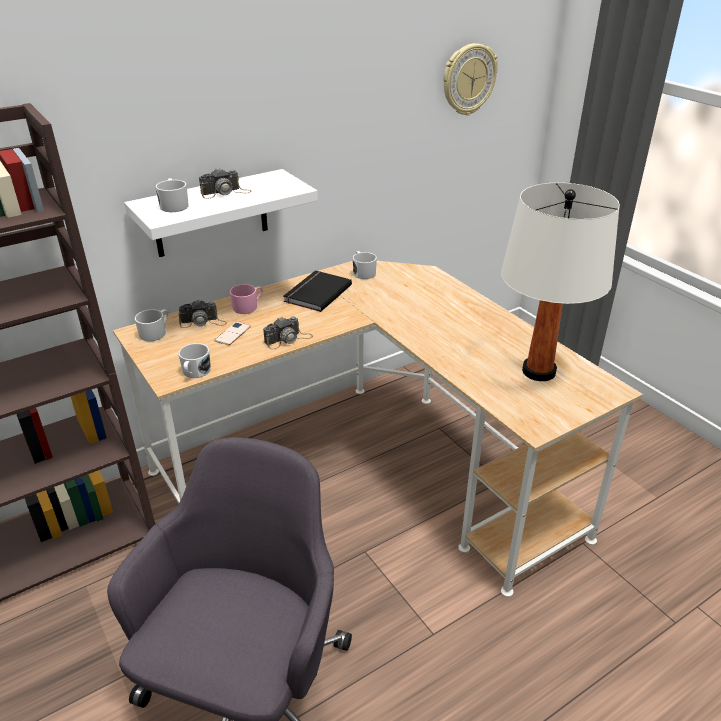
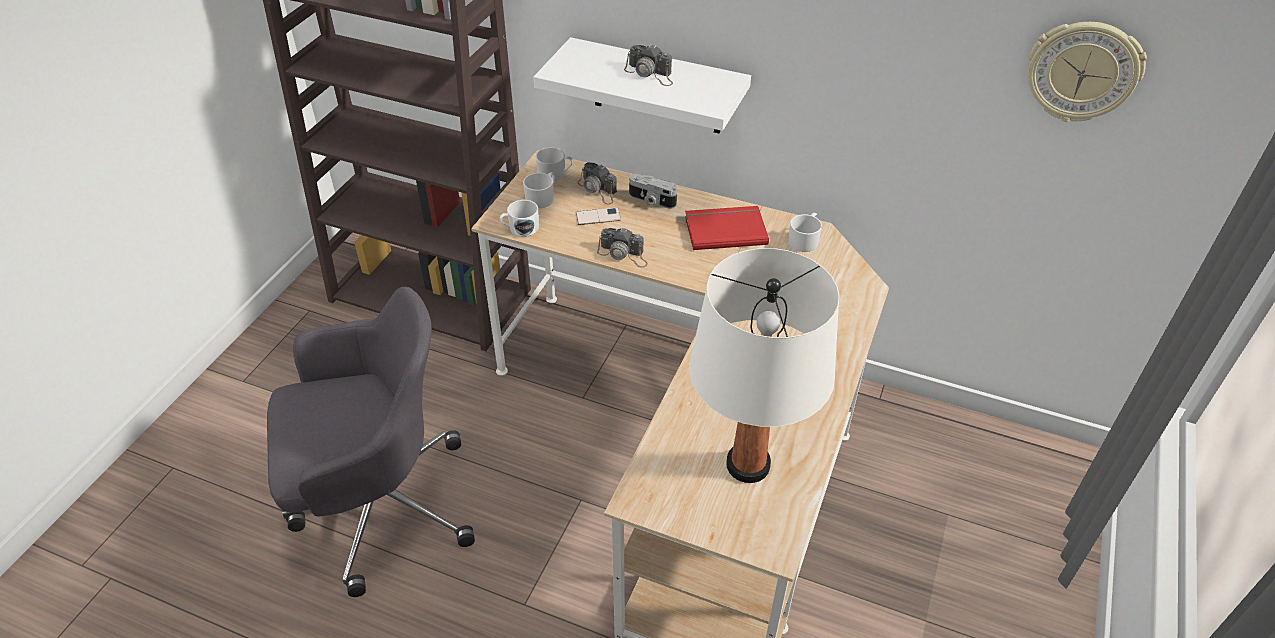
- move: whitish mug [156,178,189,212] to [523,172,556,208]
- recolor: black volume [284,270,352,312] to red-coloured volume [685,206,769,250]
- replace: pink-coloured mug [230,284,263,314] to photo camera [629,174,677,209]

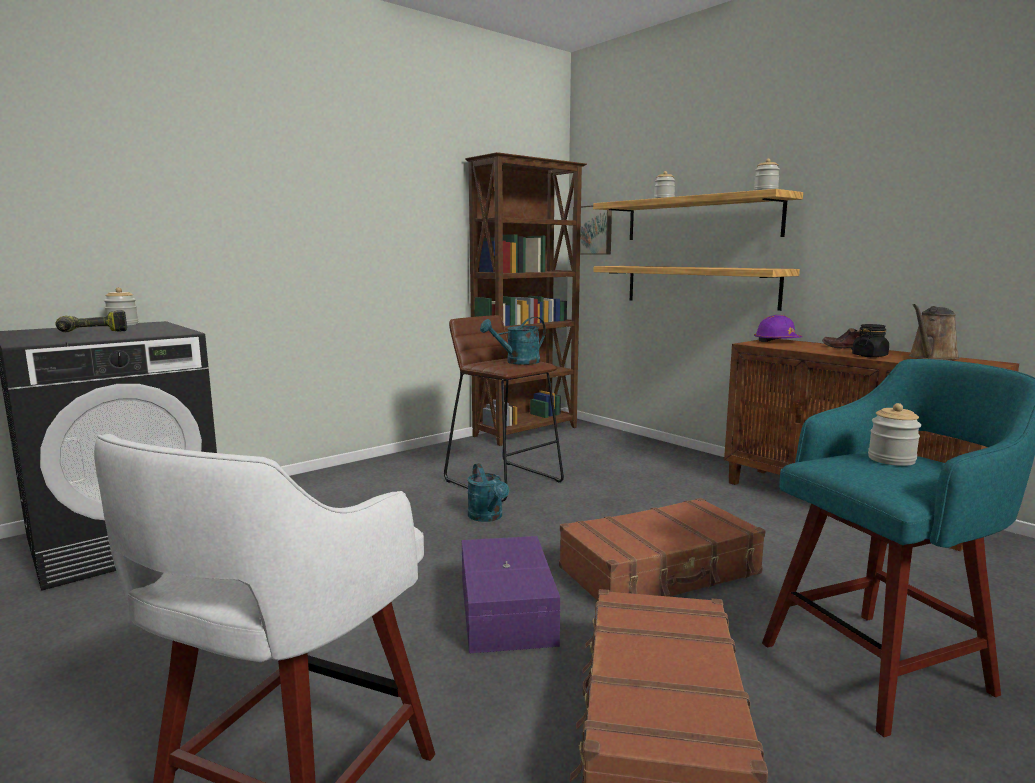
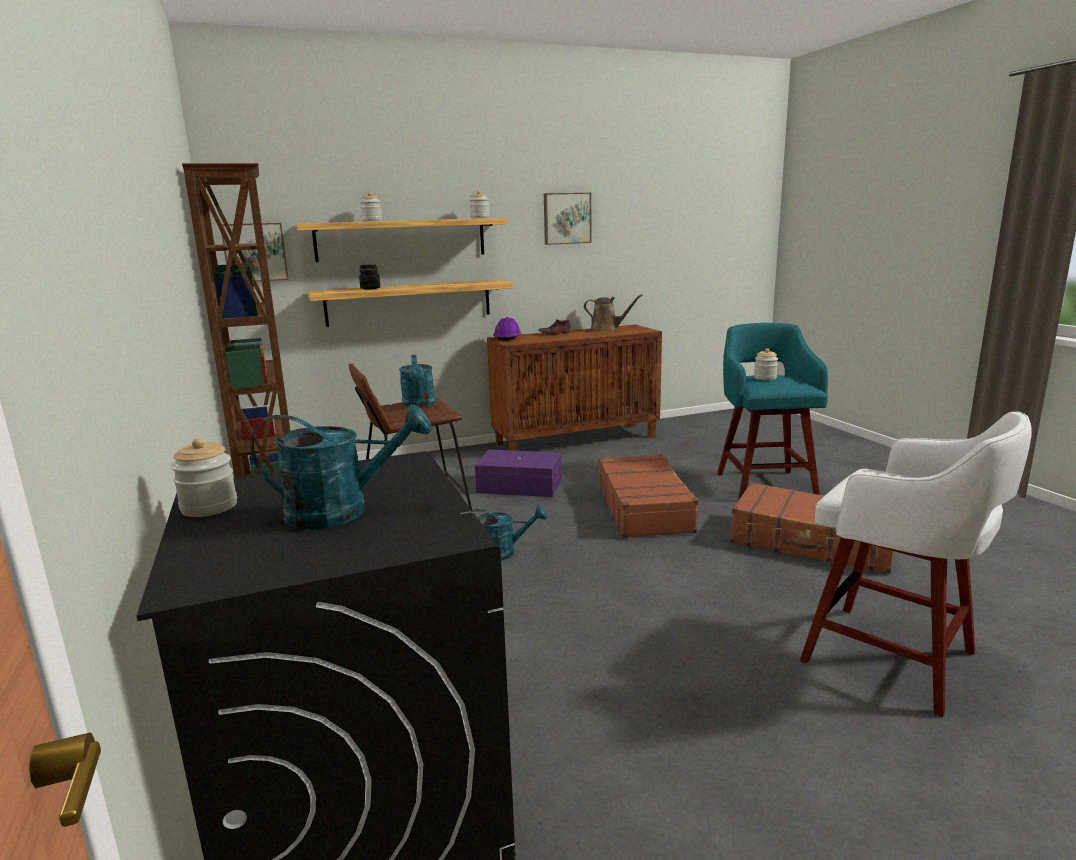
- rotate: brown-coloured watering pot [909,304,960,360] = [584,294,643,332] 45 degrees counterclockwise
- replace: power drill [55,310,127,332] to blue-green watering pot [250,404,432,529]
- move: black preserve jar [852,324,889,358] to [359,265,380,290]
- move: purple storage bin [462,536,560,653] to [475,450,562,497]
- insert: wall picture [544,193,592,245]

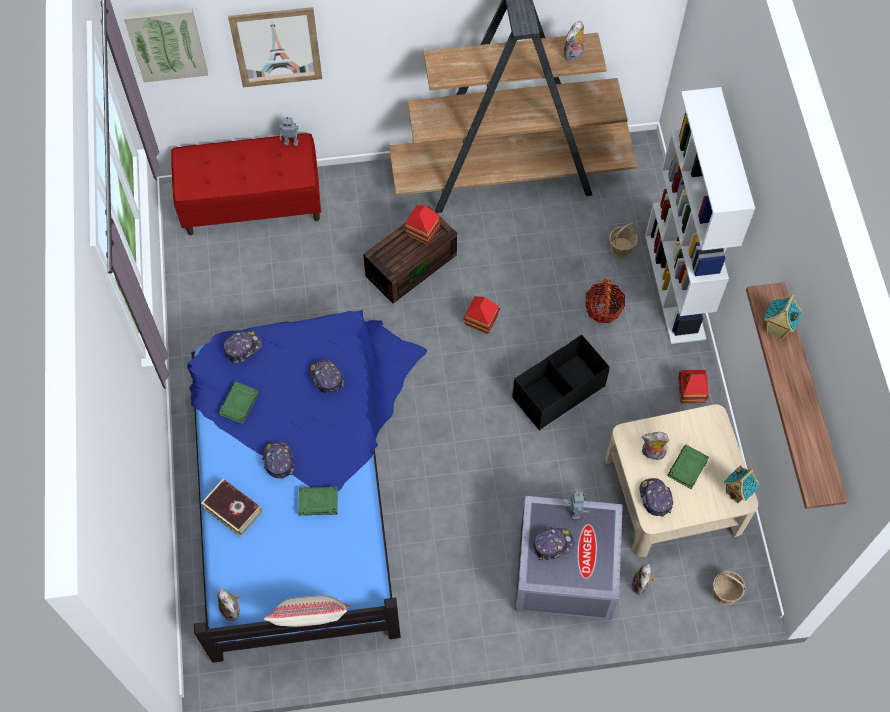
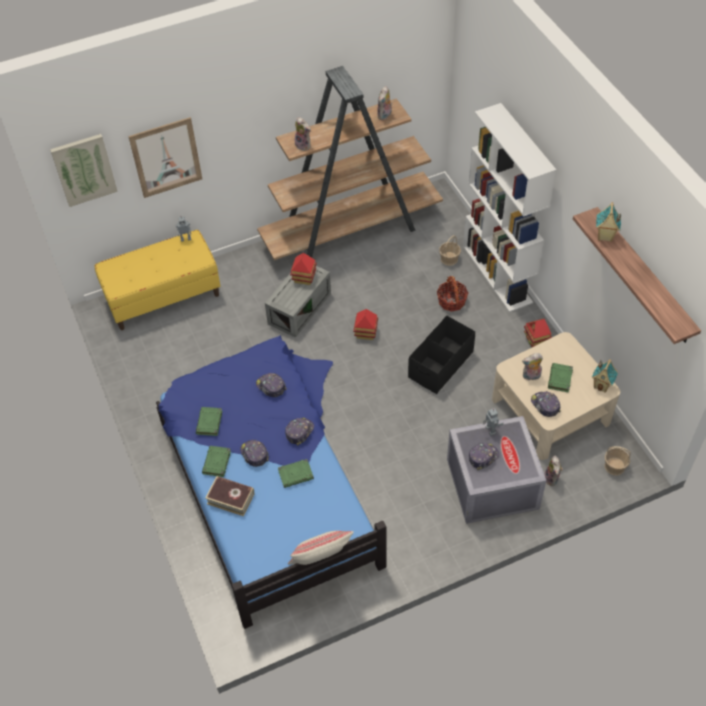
- recolor: red-coloured bench [171,133,321,235] to yellowish bench [94,230,220,330]
- recolor: brown-coloured storage bin [363,206,457,304] to greyish storage bin [265,266,331,337]
- move: peaked cap [224,331,262,364] to [285,417,314,446]
- move: cuddly toy [217,589,240,621] to [295,117,311,151]
- insert: greenish volume [202,446,231,477]

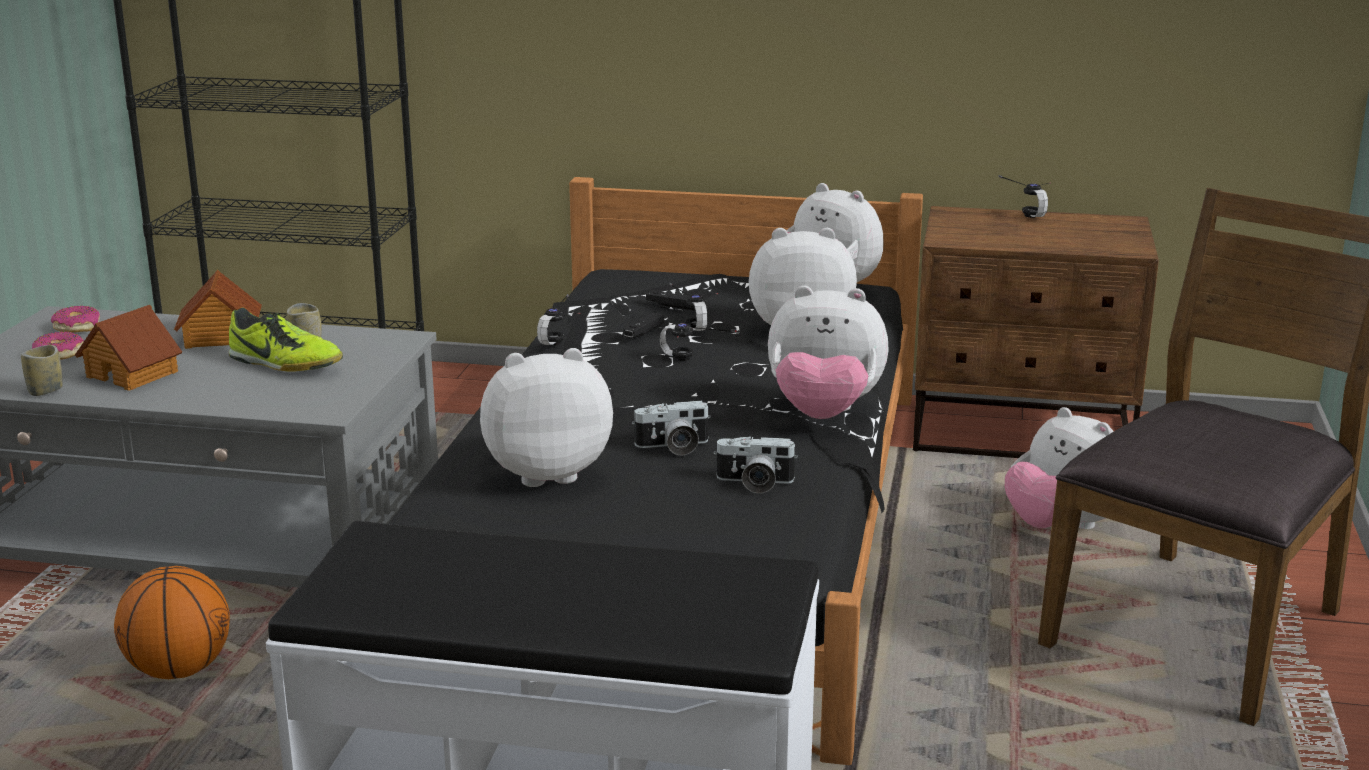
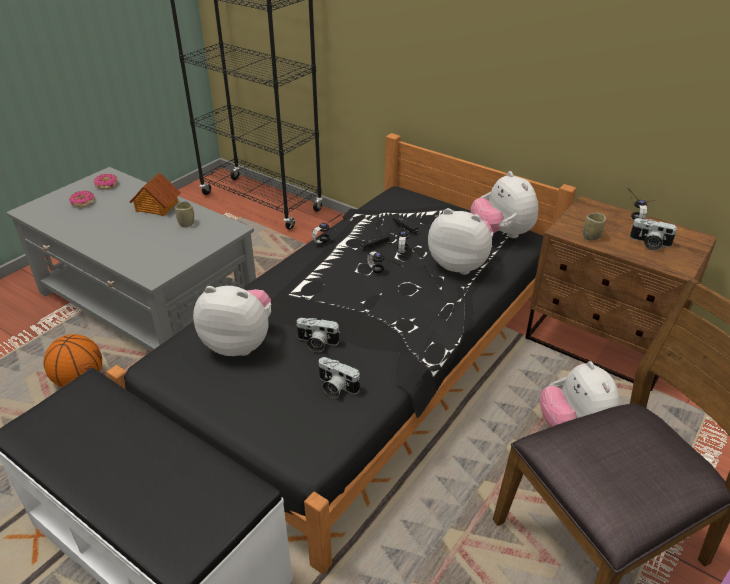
- delete: cuddly toy [768,285,889,419]
- delete: toy house [75,305,182,391]
- delete: shoe [229,308,343,371]
- move: drinking cup [21,345,63,396] to [583,213,606,240]
- insert: photo camera [630,218,677,251]

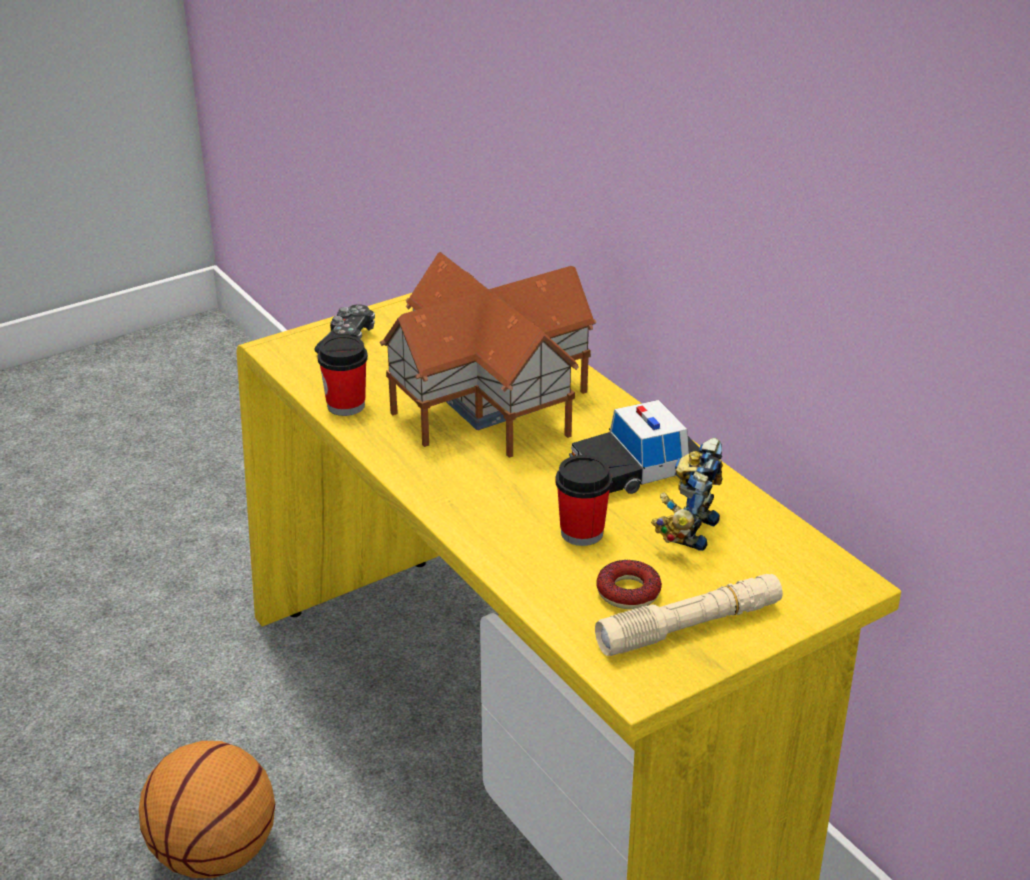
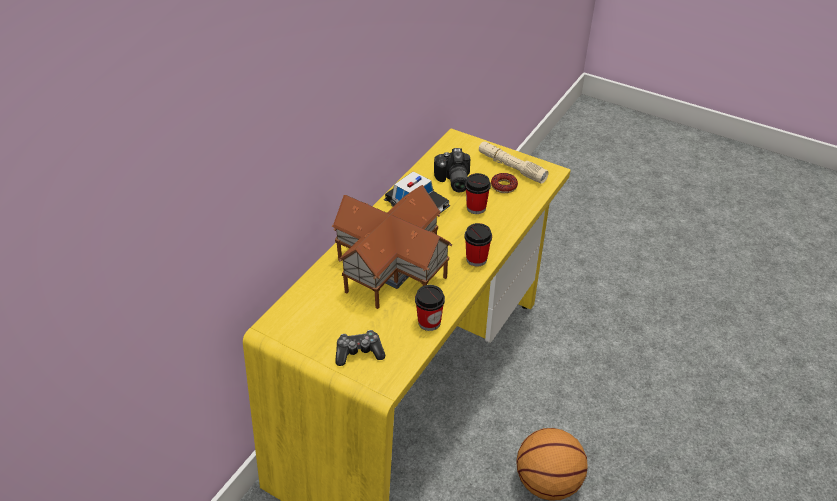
- replace: model robot [651,438,723,551] to photo camera [434,148,470,192]
- insert: drinking cup [465,223,492,267]

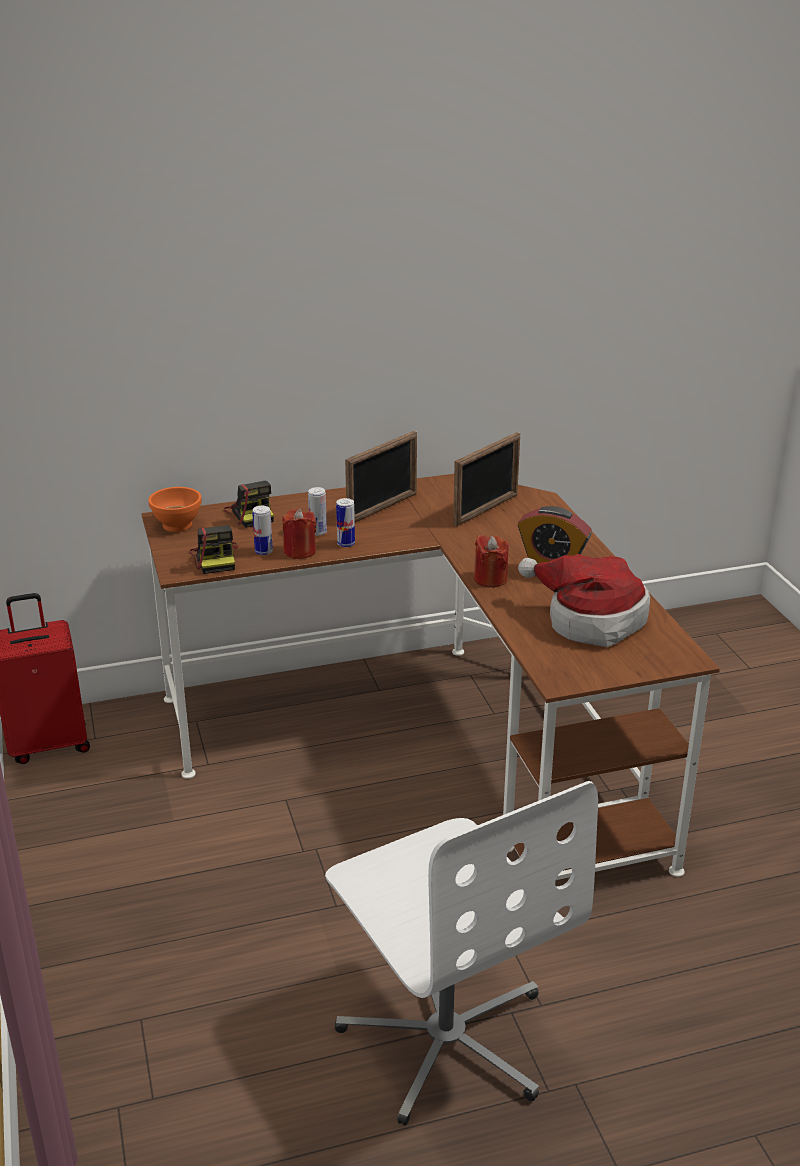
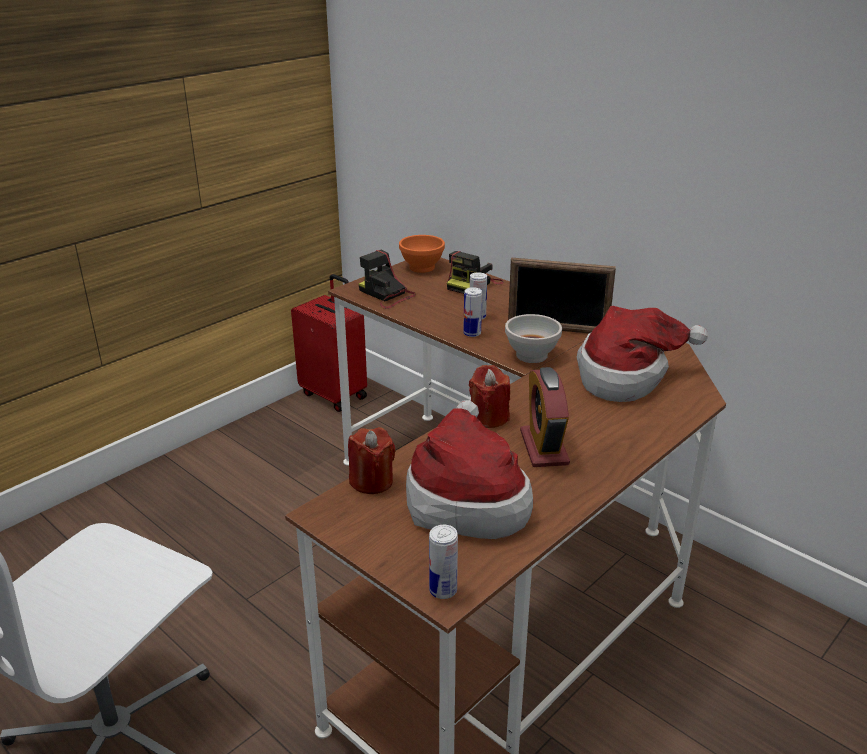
- replace: photo frame [453,432,520,527] to wearable hat [577,306,708,402]
- move: sealed can [252,506,273,555] to [429,525,458,599]
- move: red-coloured wax light [282,509,316,559] to [348,427,395,494]
- rotate: photo camera [190,525,238,574] = [358,250,416,309] 90 degrees clockwise
- insert: whitish bowl [505,314,562,363]

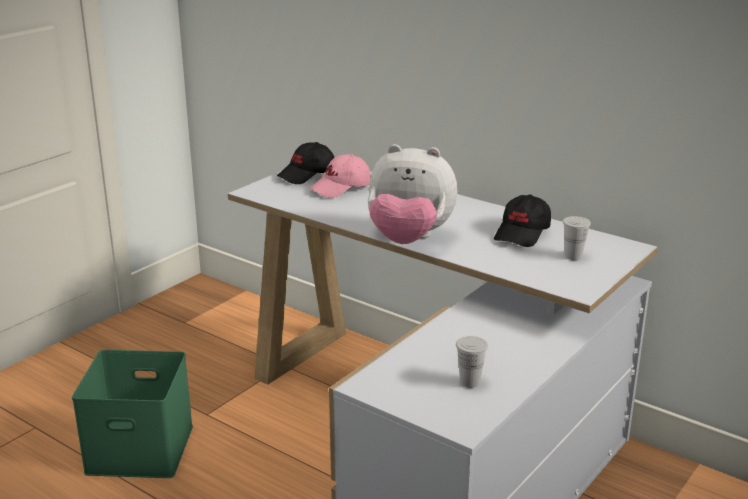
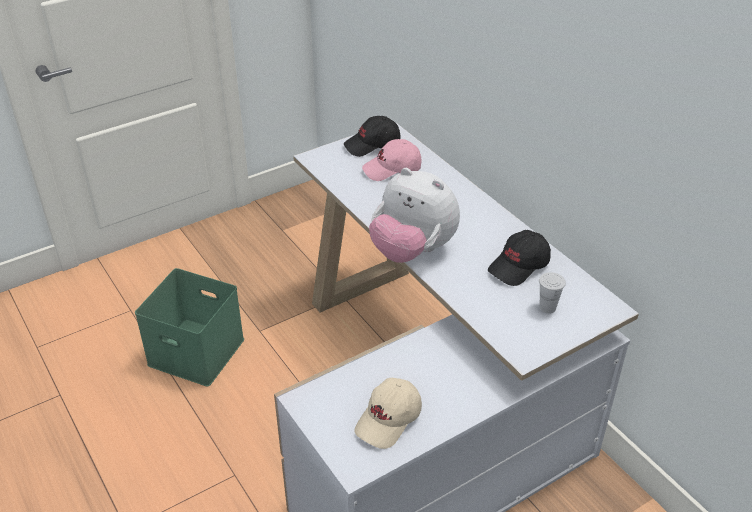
- replace: whitish drinking cup [456,336,488,388] to sand-coloured peaked cap [354,378,422,449]

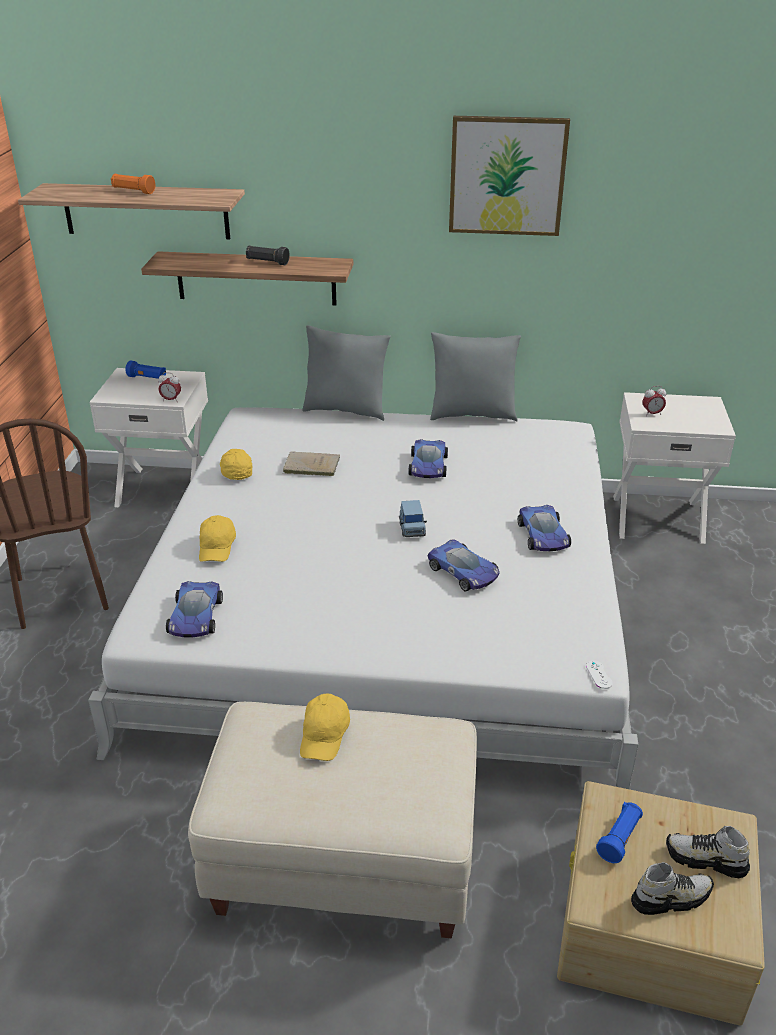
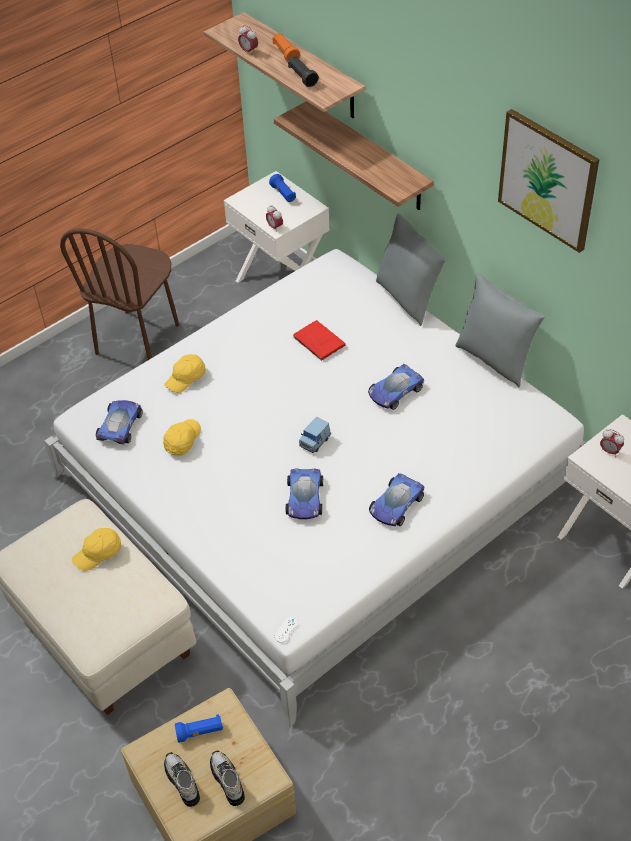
- move: black torch [246,246,290,265] to [288,56,319,87]
- move: yellowish peaked cap [220,449,252,480] to [163,419,201,455]
- recolor: sand-coloured volume [282,451,340,476] to red-coloured volume [292,320,346,361]
- rotate: miniature car [166,581,223,637] = [96,400,143,444] 150 degrees clockwise
- rotate: shoe [631,862,714,915] = [164,752,200,807] 150 degrees counterclockwise
- insert: alarm clock [238,25,258,54]

